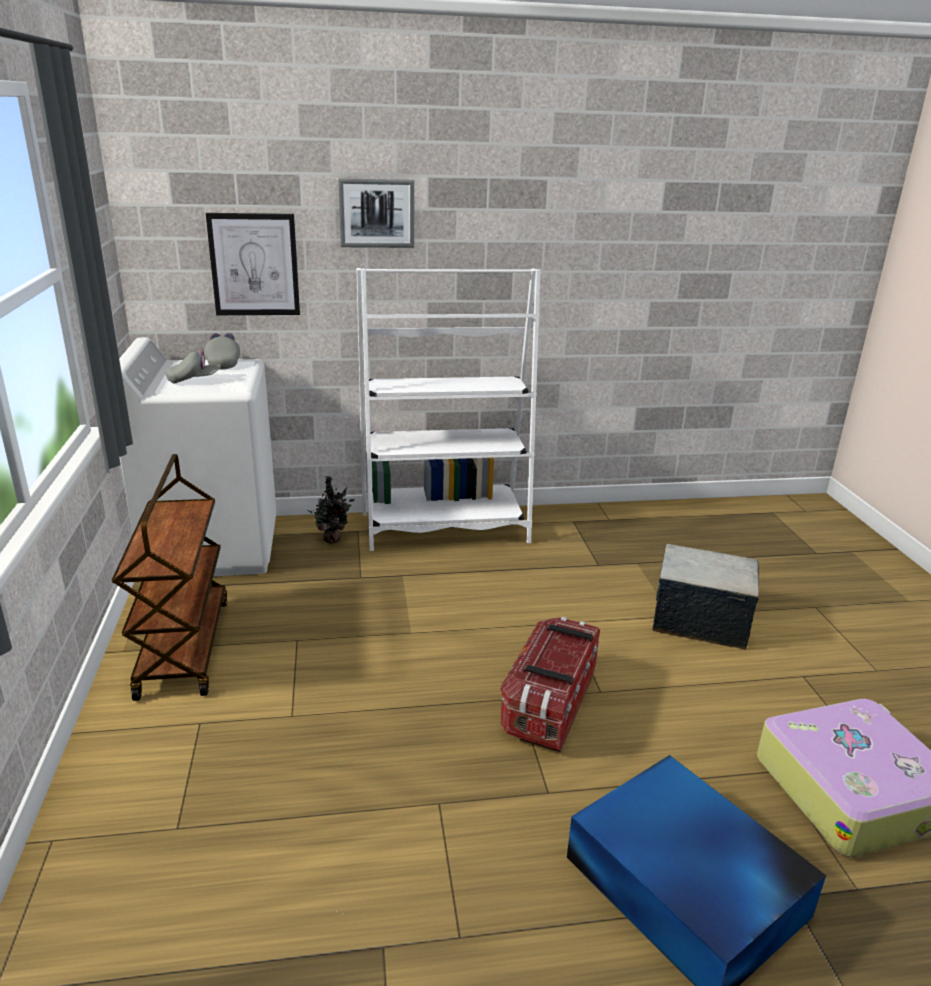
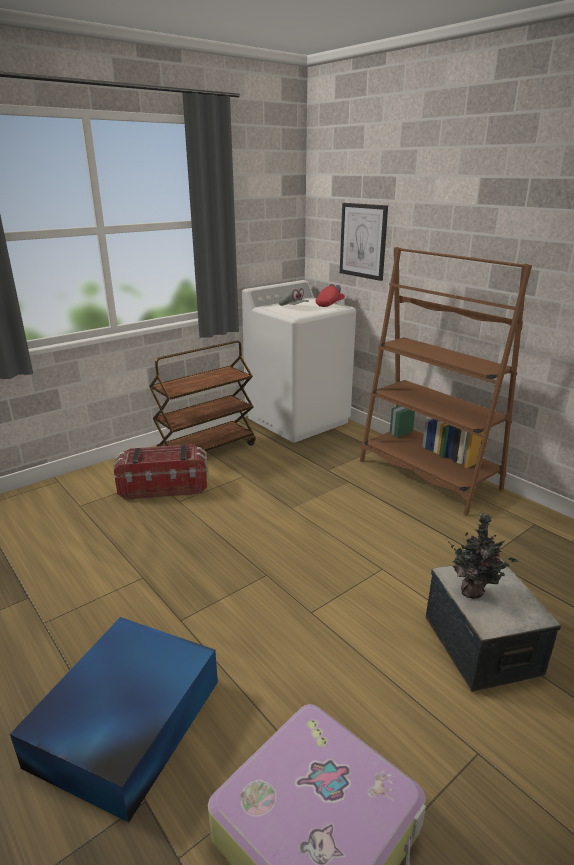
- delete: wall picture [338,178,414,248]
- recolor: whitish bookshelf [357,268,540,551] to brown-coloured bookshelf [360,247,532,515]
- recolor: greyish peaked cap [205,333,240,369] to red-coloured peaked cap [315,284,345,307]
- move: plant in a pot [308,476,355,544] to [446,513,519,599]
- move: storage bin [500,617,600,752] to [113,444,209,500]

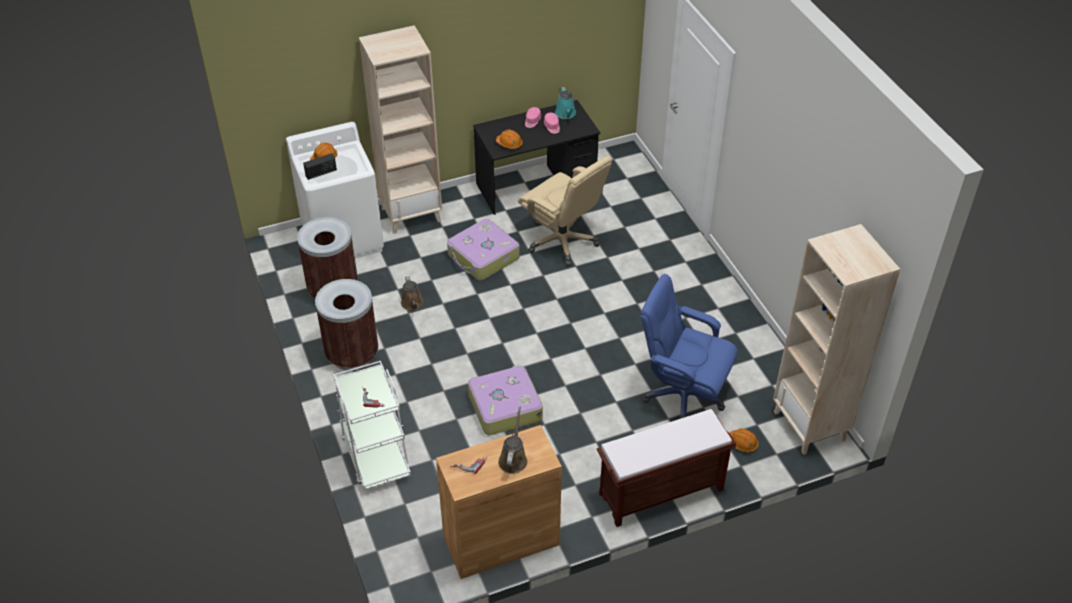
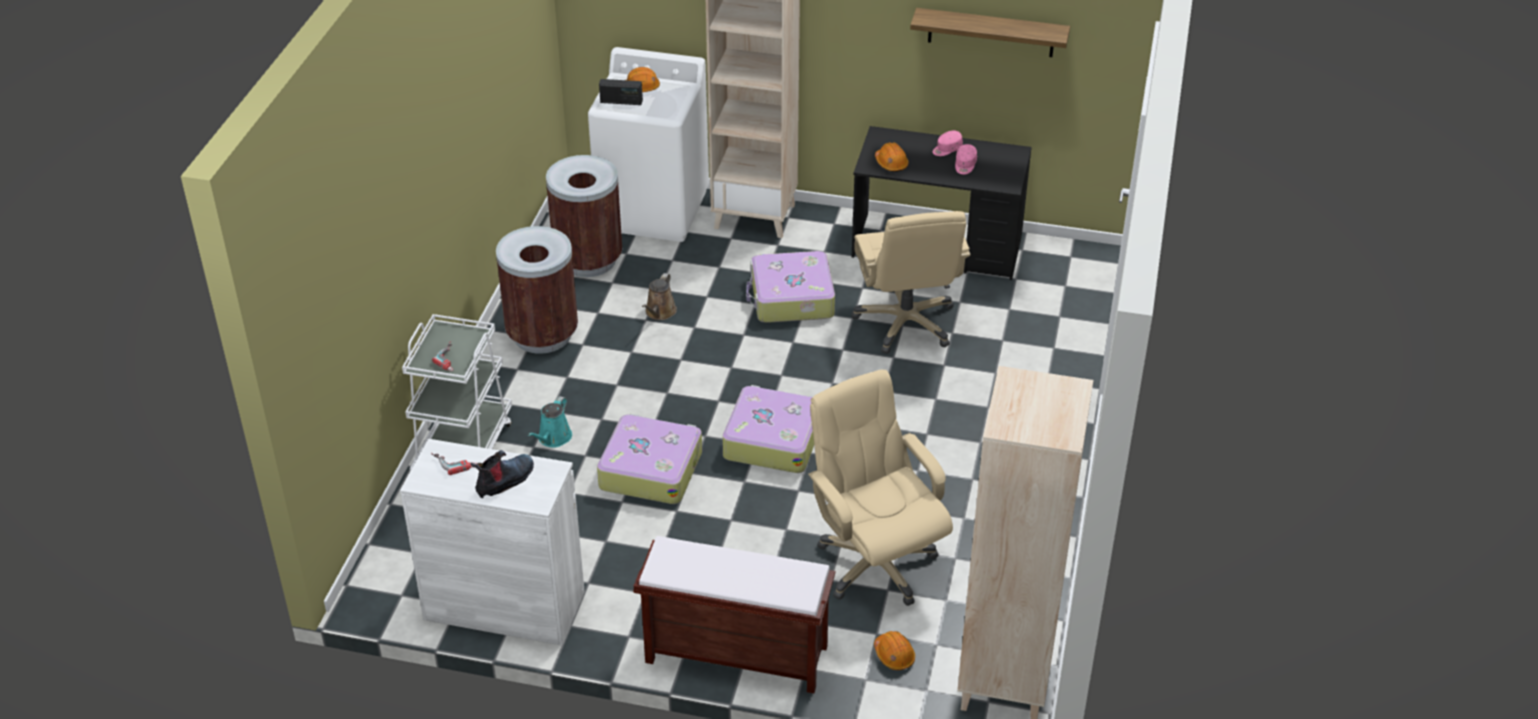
- move: blue-green watering pot [555,87,576,119] to [528,396,572,448]
- recolor: blue-coloured desk chair [641,274,738,419] to sand-coloured desk chair [808,370,953,606]
- replace: brown-coloured watering pot [498,407,528,474] to high-top boot [471,450,534,498]
- recolor: brown-coloured cabinet [436,425,562,579] to whitish cabinet [400,439,585,646]
- insert: bracket shelf [910,8,1070,57]
- insert: travel case [722,385,814,473]

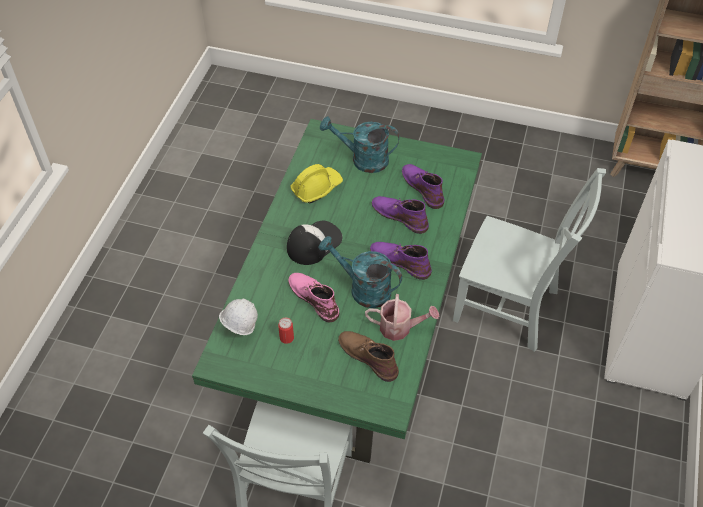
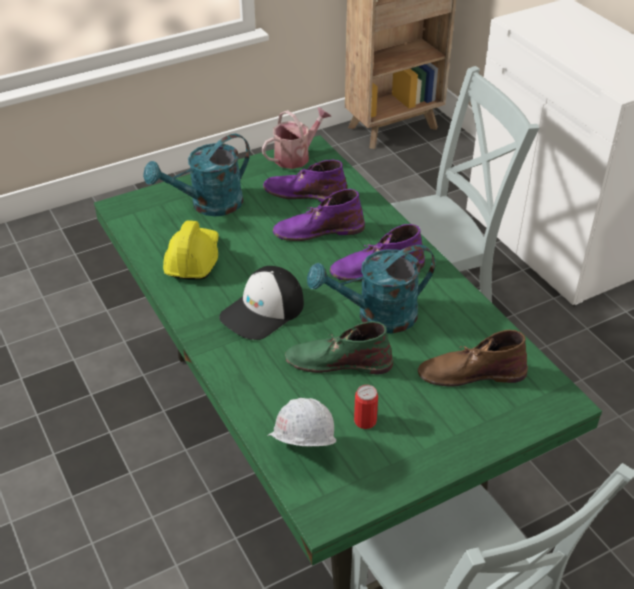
- rotate: peaked cap [287,221,342,265] = [219,266,304,340] 135 degrees counterclockwise
- recolor: pink-coloured high-top boot [288,273,339,322] to greenish high-top boot [285,321,393,374]
- move: watering pot [365,294,439,341] to [262,107,331,169]

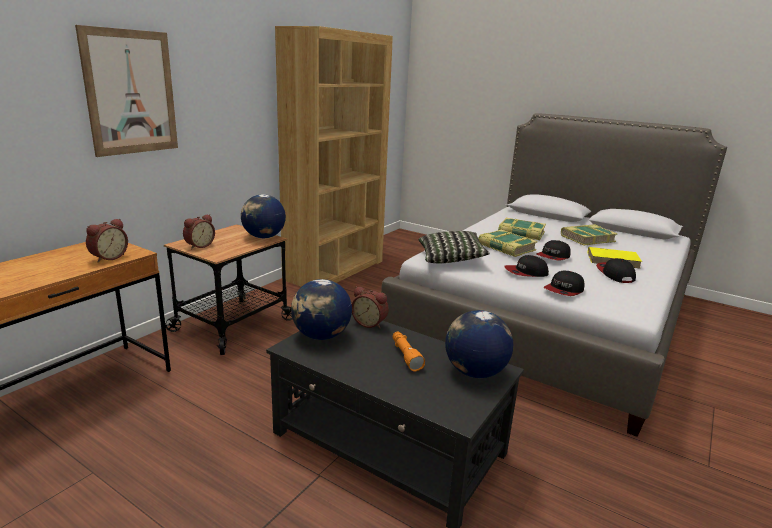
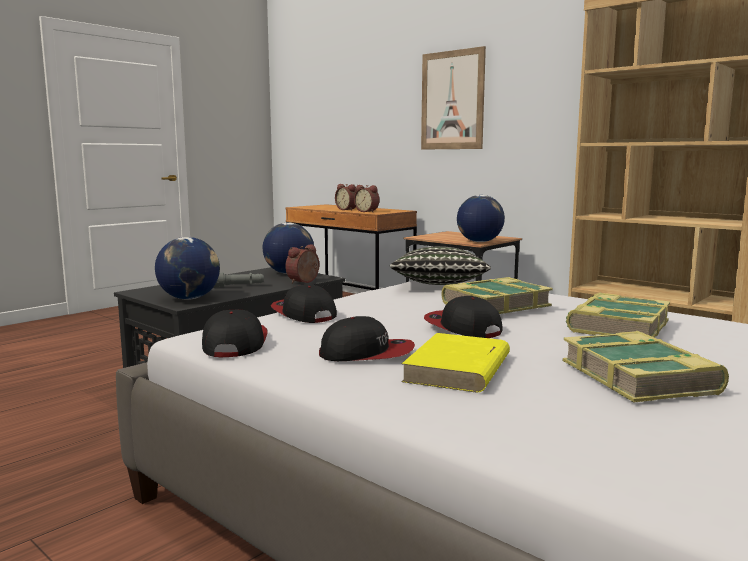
- move: alarm clock [183,214,215,249] to [335,184,356,211]
- move: peaked cap [504,255,549,277] to [202,309,268,357]
- recolor: orange-coloured torch [393,332,425,372] to greyish torch [213,273,264,288]

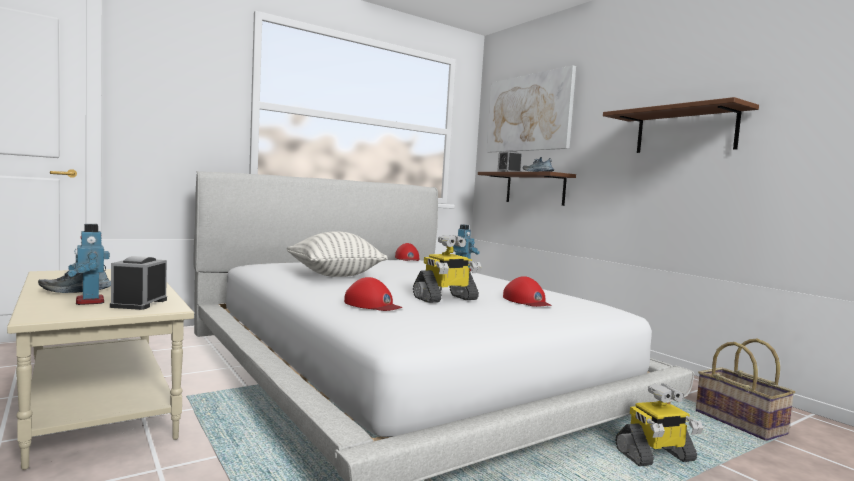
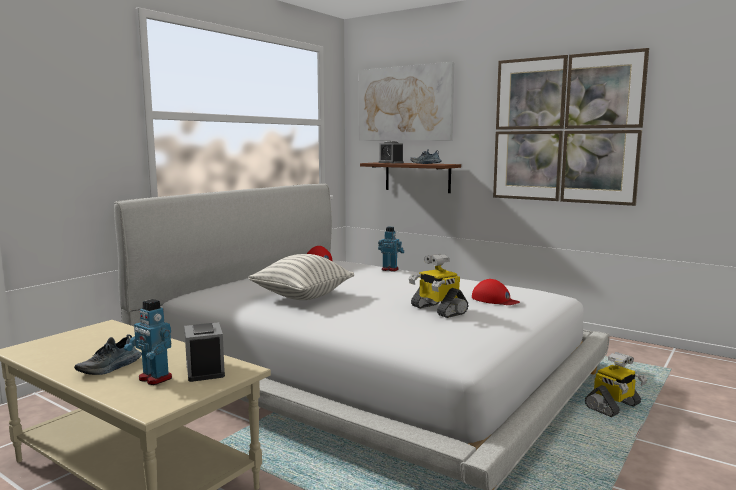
- replace: brown-coloured bracket shelf [603,97,759,153] to wall picture [493,48,649,206]
- rotate: model robot [413,235,482,303] = [409,254,468,318] 105 degrees clockwise
- delete: red-coloured peaked cap [344,277,402,311]
- delete: household basket [696,339,795,441]

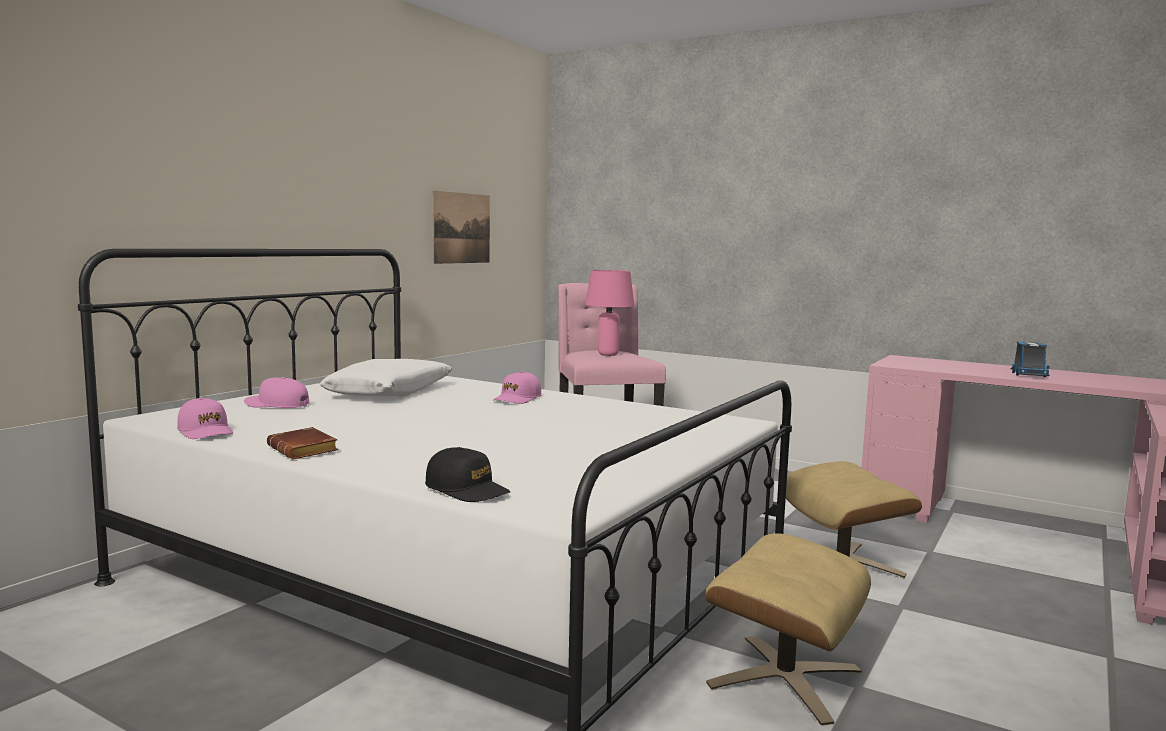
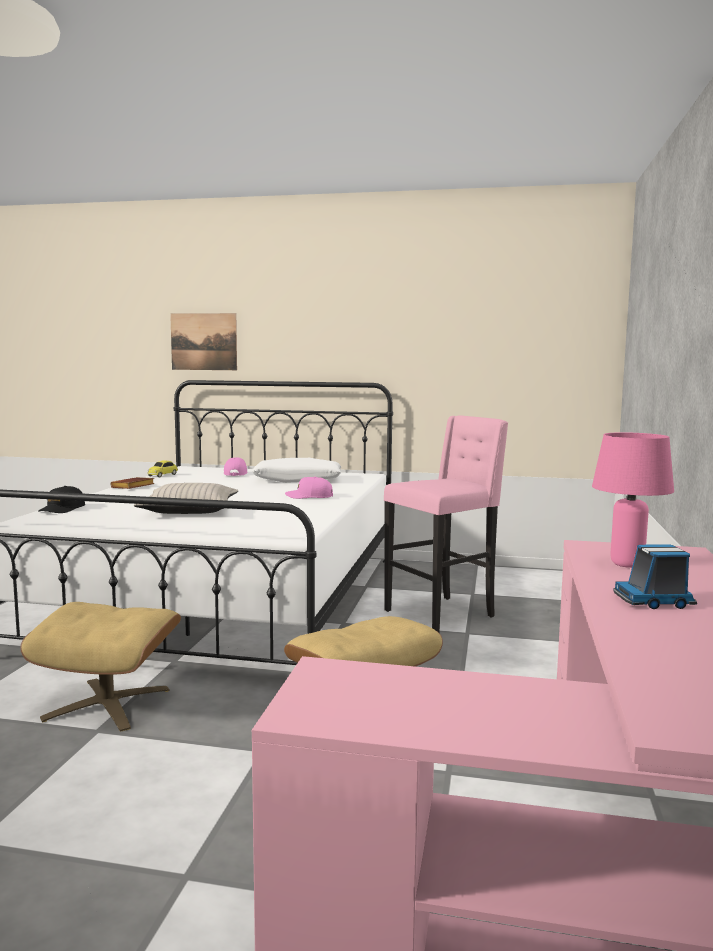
- move: wall picture [433,191,490,264] to [170,313,237,370]
- move: pink-coloured tabletop lamp [585,270,634,356] to [592,432,674,568]
- replace: pink-coloured peaked cap [177,397,233,439] to miniature car [148,460,178,477]
- insert: sand-coloured cushion [134,483,238,514]

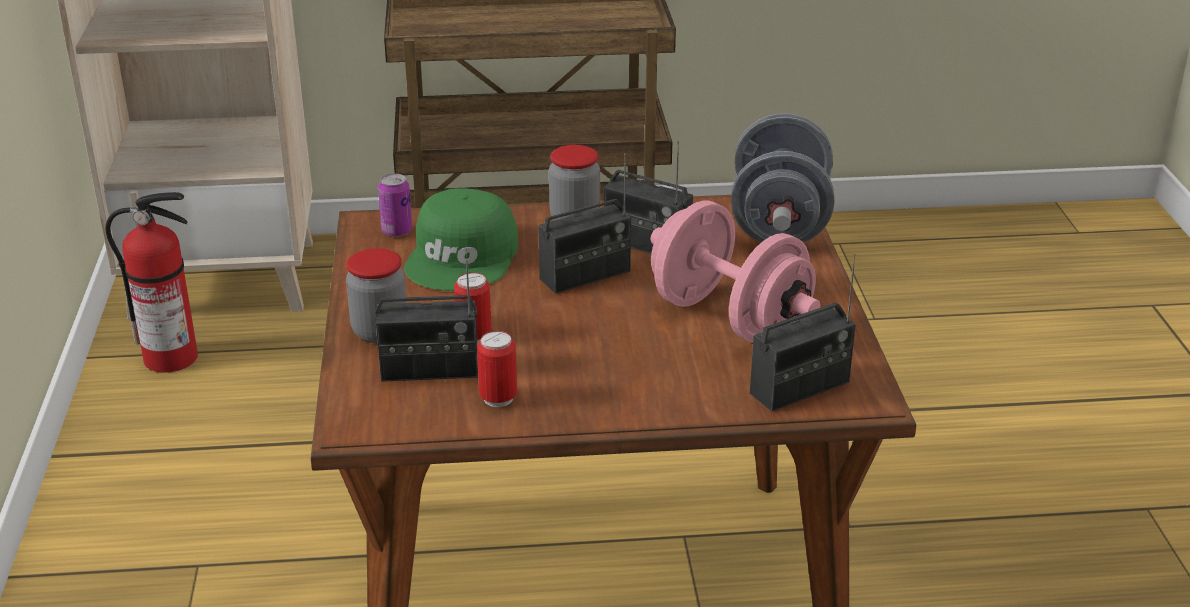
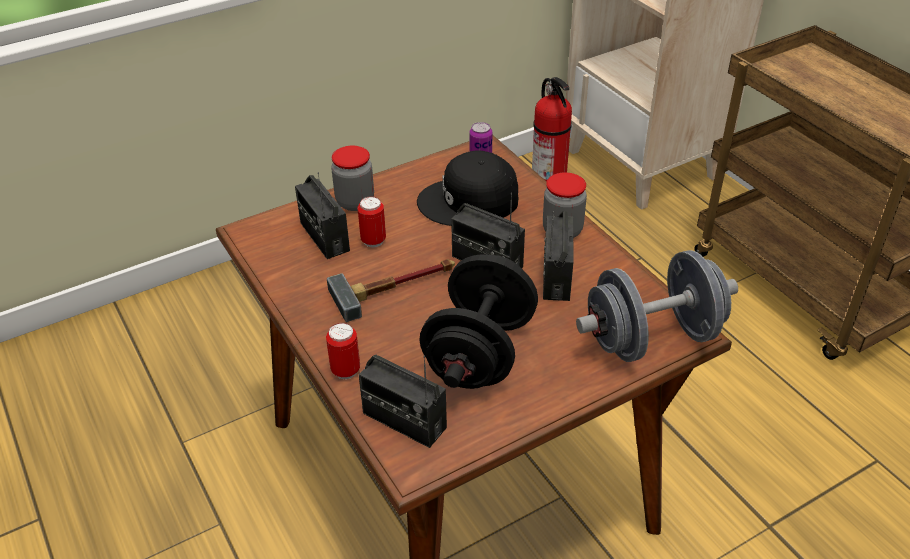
- recolor: greenish peaked cap [404,189,518,291] to black peaked cap [417,150,518,226]
- recolor: pink-coloured hand weight [651,201,820,343] to black hand weight [420,254,538,389]
- move: sealed can [477,331,517,407] to [326,323,360,379]
- insert: hand hammer [327,259,455,322]

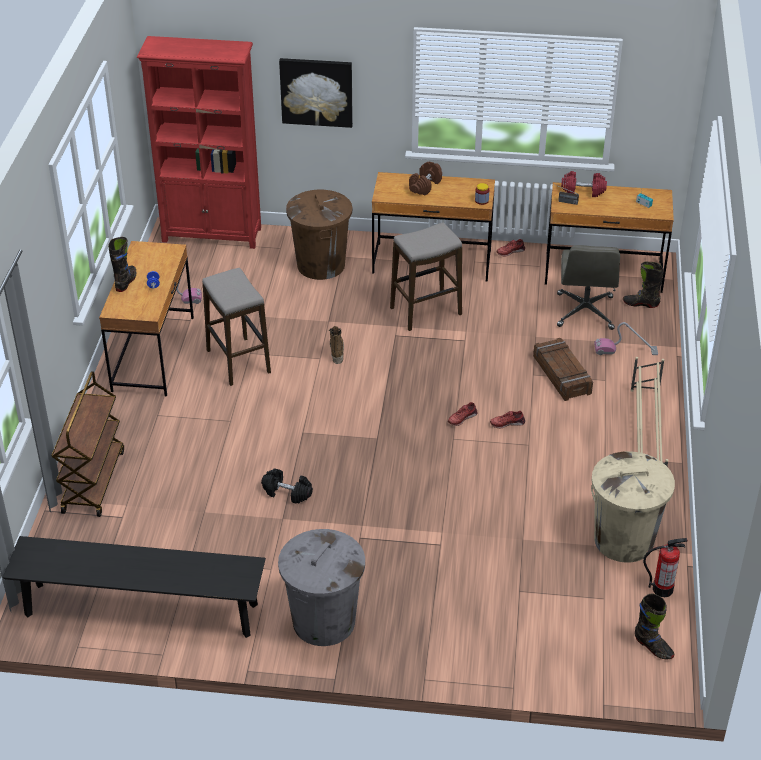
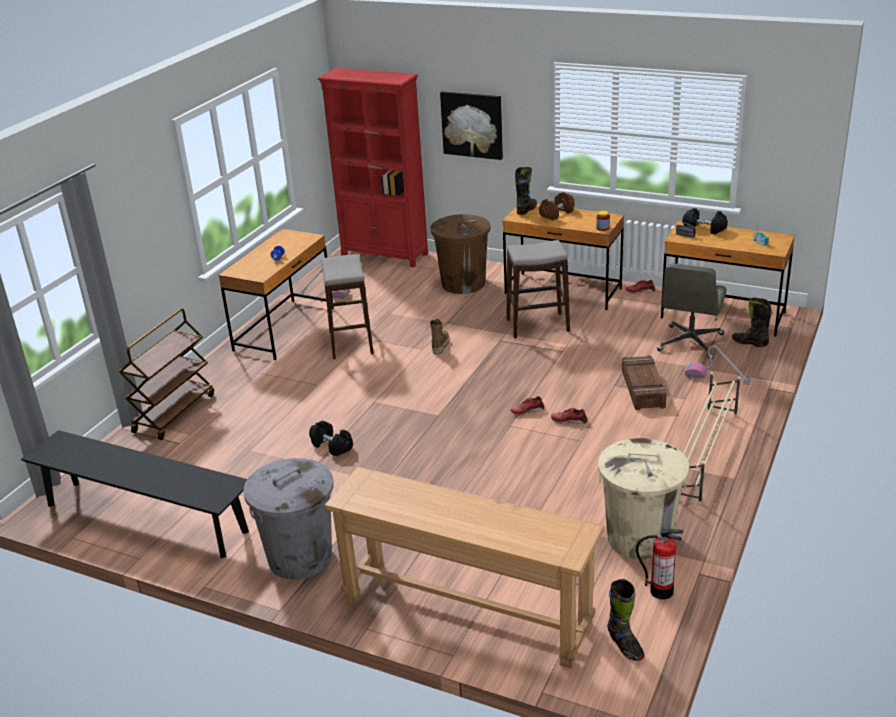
- recolor: red-coloured hand weight [561,171,607,197] to black hand weight [682,208,728,234]
- move: black high-top boot [108,237,136,292] to [515,167,537,215]
- insert: brown-coloured narrow table [324,466,604,669]

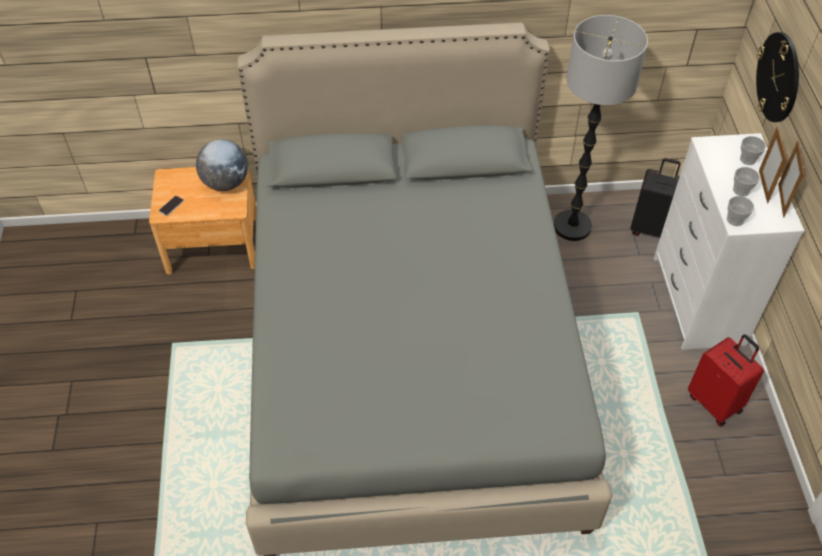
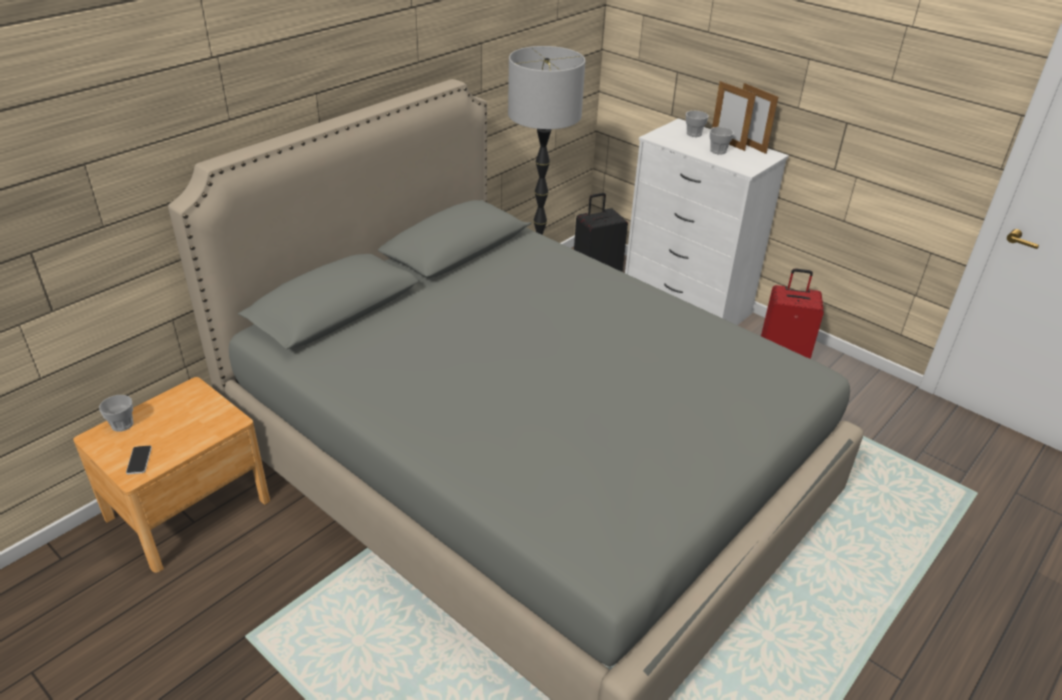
- delete: wall clock [756,32,799,122]
- delete: world globe [196,139,248,191]
- move: drinking cup [727,196,754,226] to [99,395,134,432]

